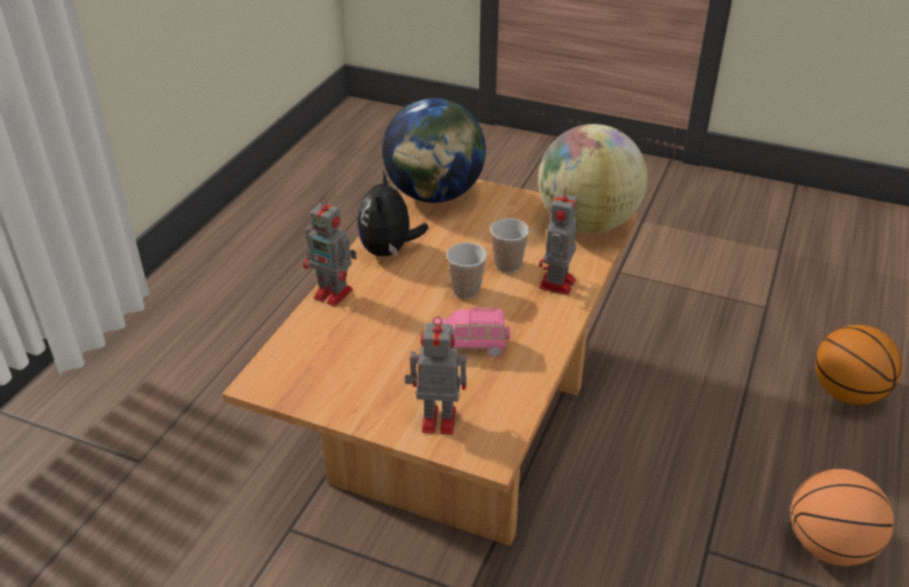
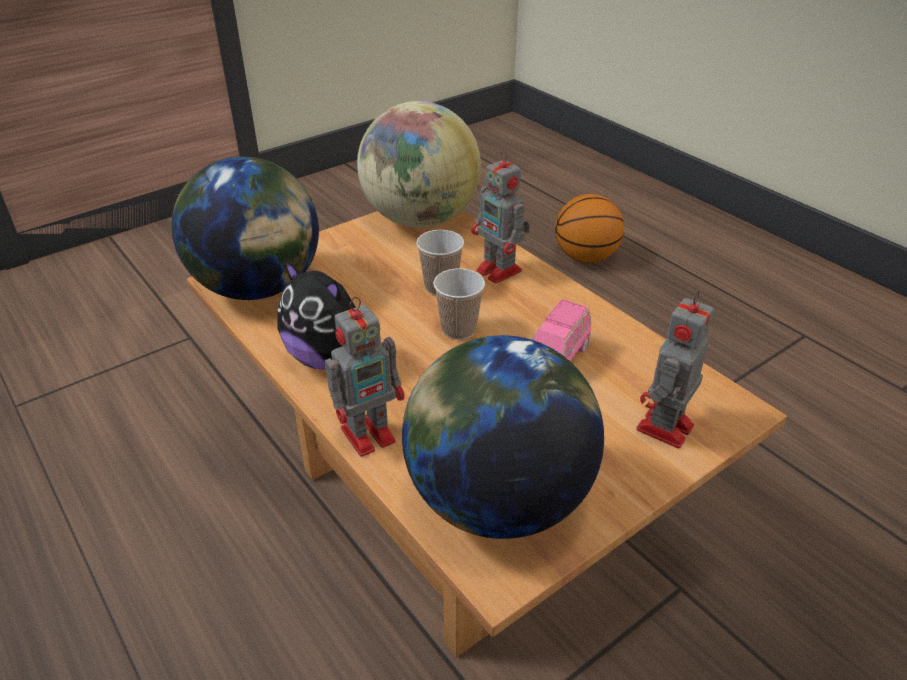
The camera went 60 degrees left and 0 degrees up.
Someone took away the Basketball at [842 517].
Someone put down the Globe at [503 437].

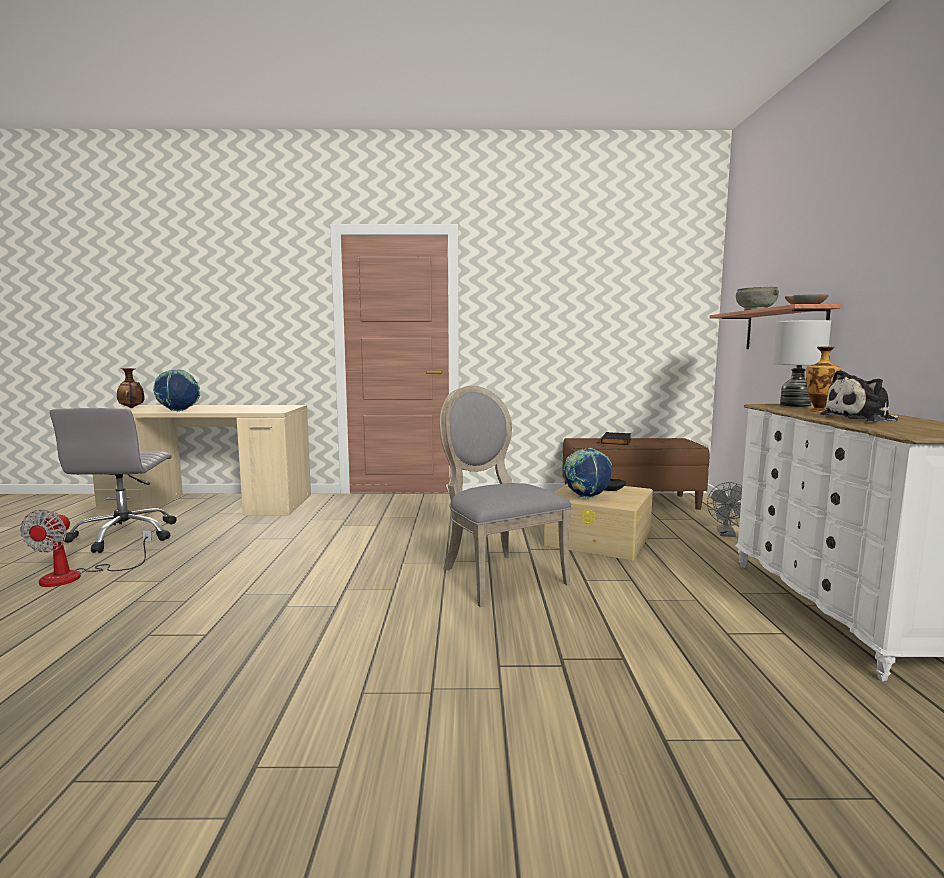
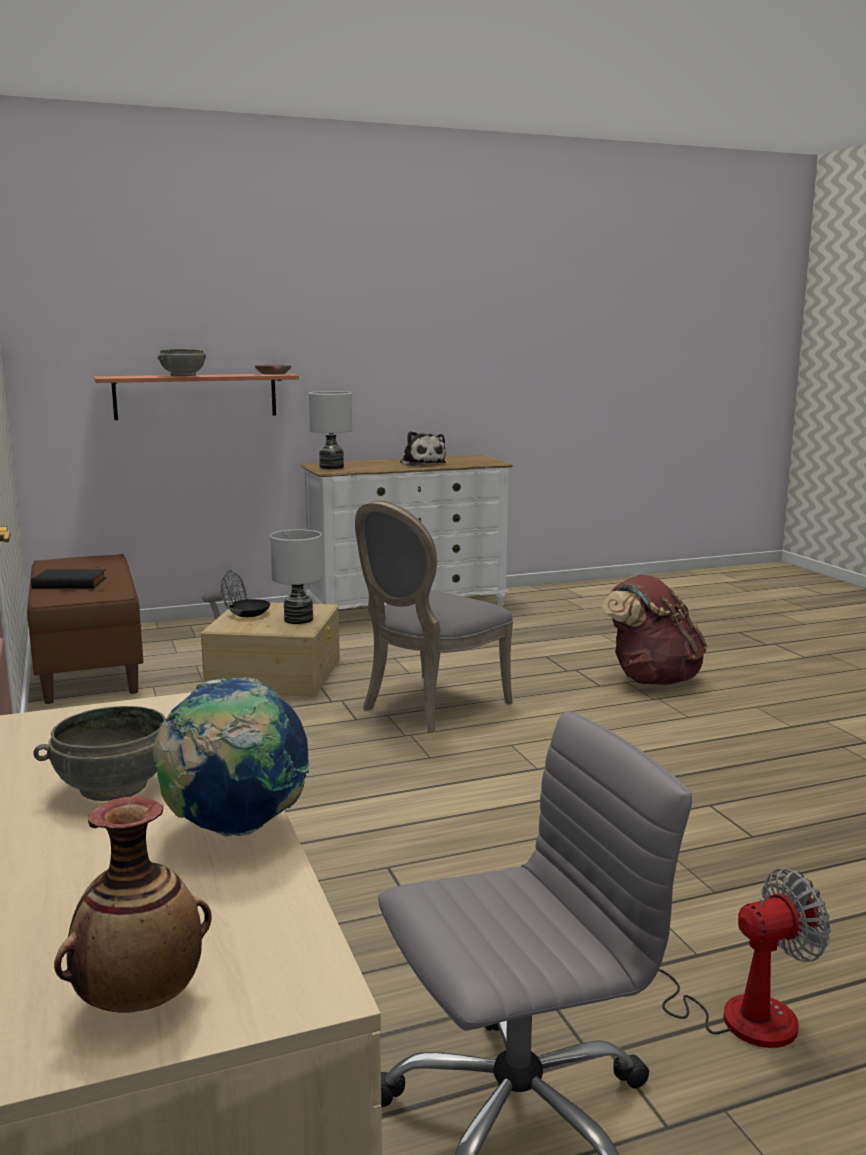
The camera went 110 degrees left and 5 degrees up.
Someone took away the Vase at [823 379].
Someone swapped the Globe at [588 473] for the GreyTableLamp at [296 577].
Someone put down the BrownBackpack at [654 630].
Someone put down the GreyBowl at [100 753].

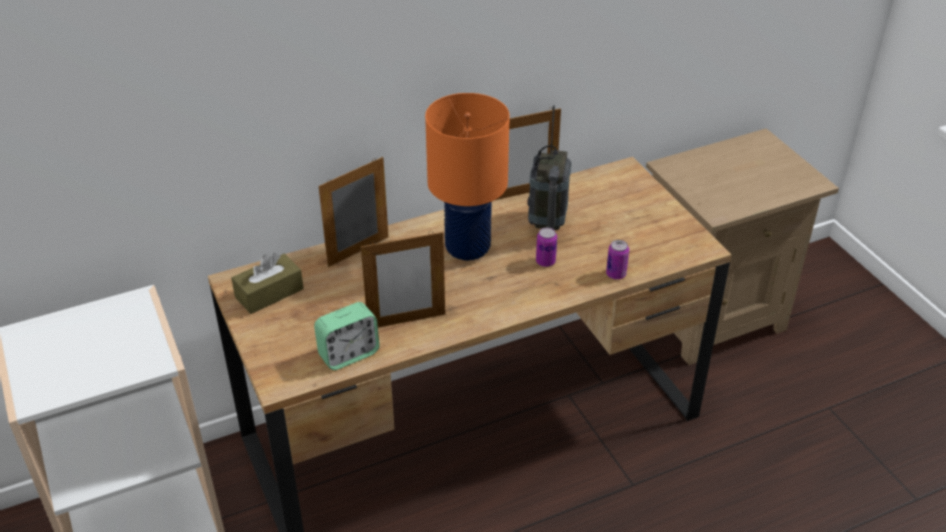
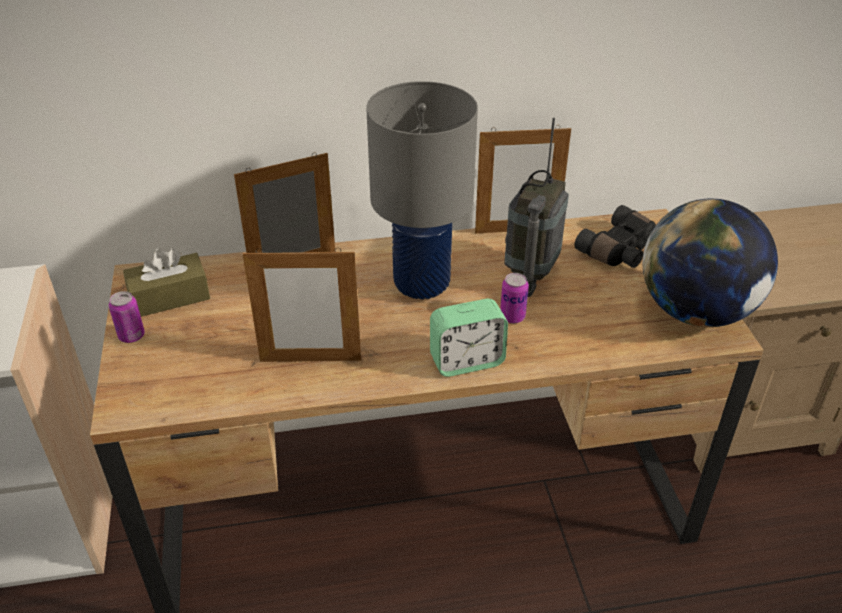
The camera went 15 degrees right and 0 degrees up.
Someone repainted the OrangeTableLamp at [467 177], which became the GreyTableLamp at [422 190].
Someone carried the Can from [617 260] to [127 317].
Someone carried the AlarmClock from [346 336] to [469 338].
Someone put down the Globe at [710 262].
Someone put down the BlackBinoculars at [615 236].

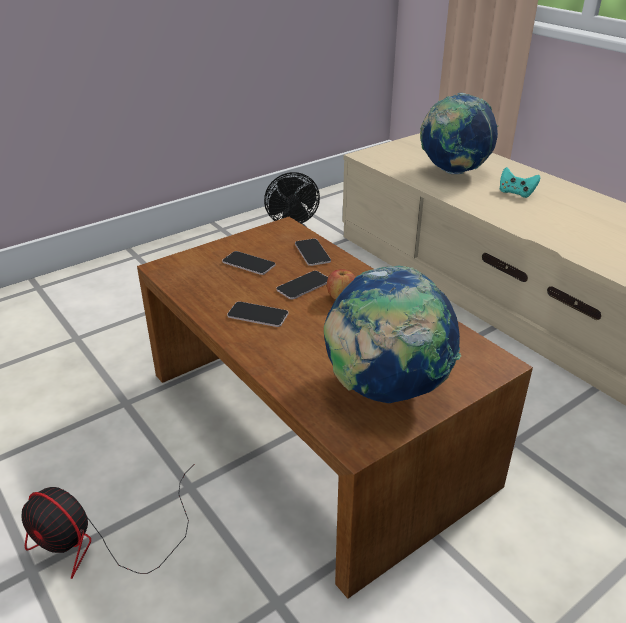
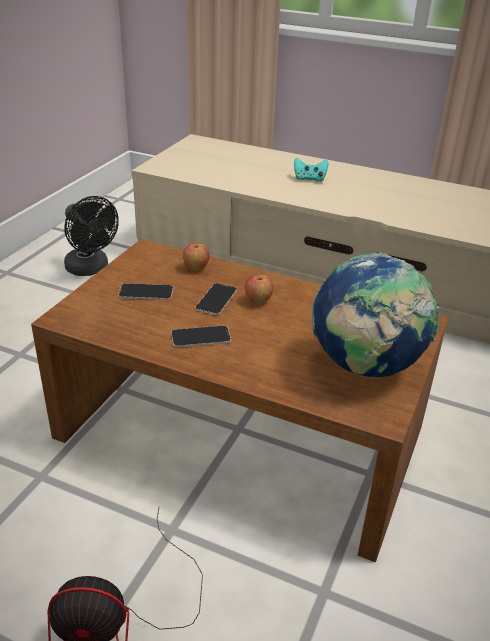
The camera went 30 degrees left and 0 degrees up.
Someone took away the Globe at [459 133].
Someone swapped the Phone at [313 252] for the Apple at [196 257].

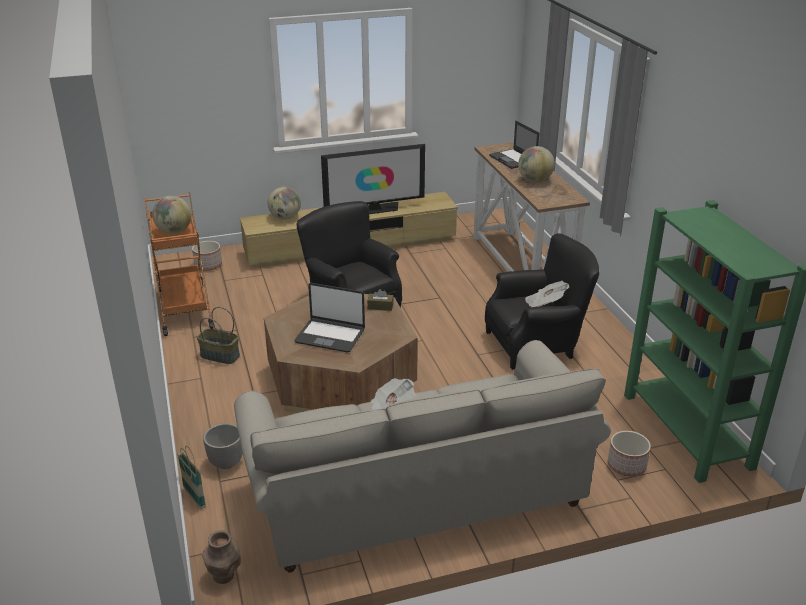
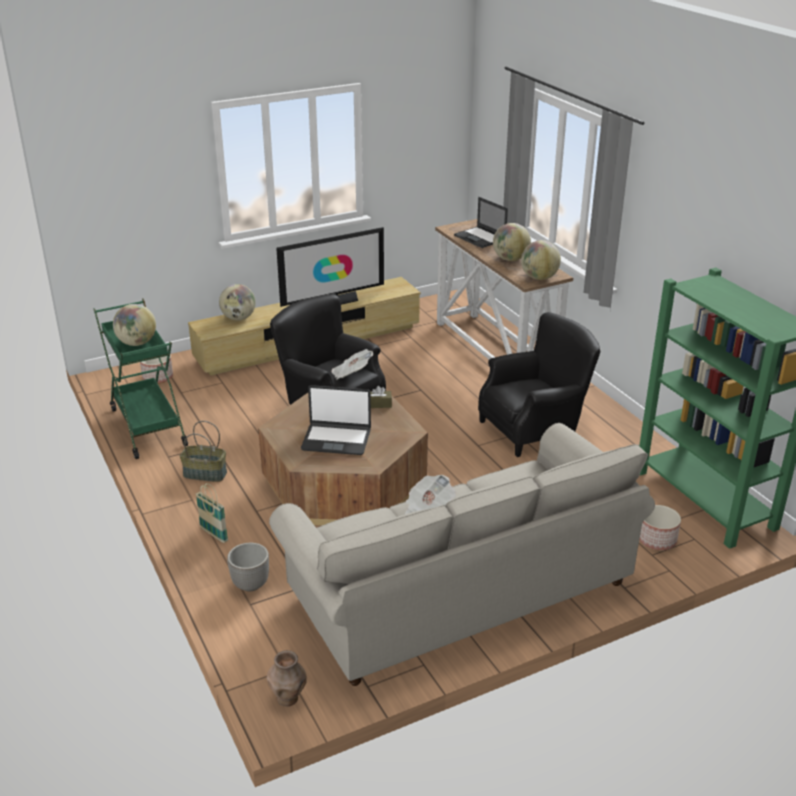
The camera went 10 degrees left and 0 degrees up.
Someone repainted the OrangeCart at [179 264], which became the GreenCart at [140 378].
Someone carried the Newspaper from [547 294] to [352 364].
Someone carried the Basket from [191 477] to [212 513].
Someone put down the Globe at [541 260].

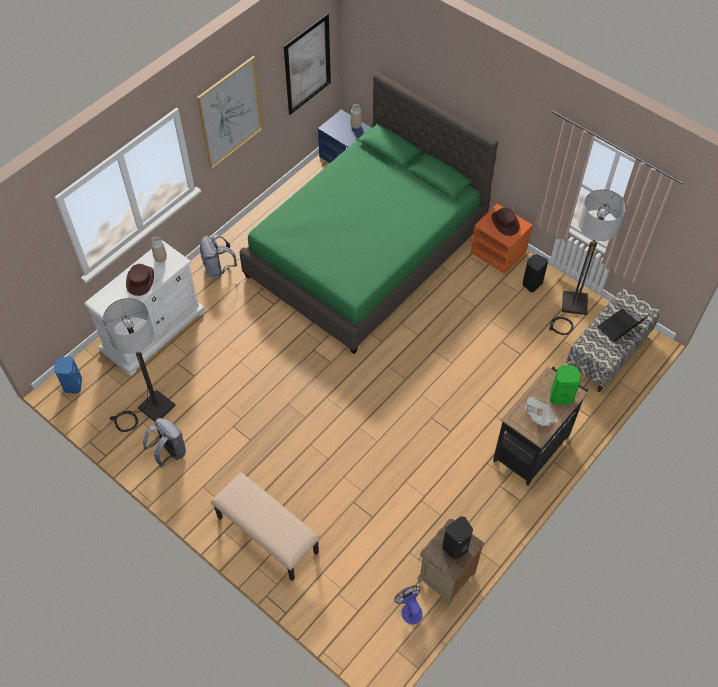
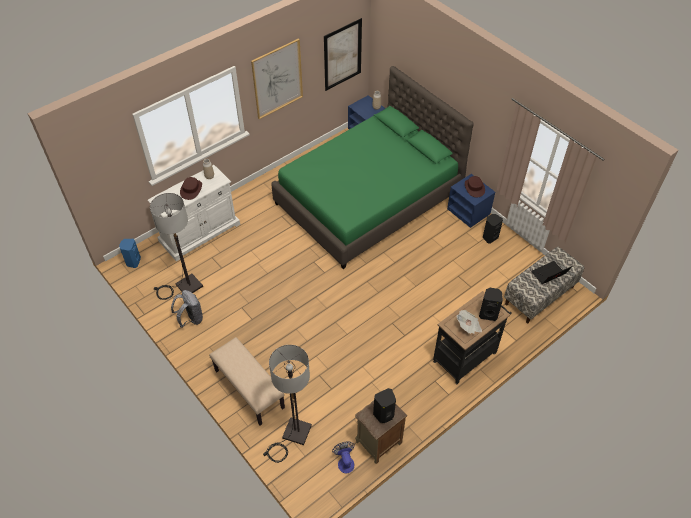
The camera went 10 degrees right and 5 degrees down.
Someone carried the FloorLamp from [587 262] to [287 404].
Someone repainted the OrangeNightstand at [502 239], which became the BlueNightstand at [471 201].
Someone took away the GreyBackpack at [218 256].
Someone repainted the GreenSpeaker at [565 384], which became the BlackSpeaker at [491 304].

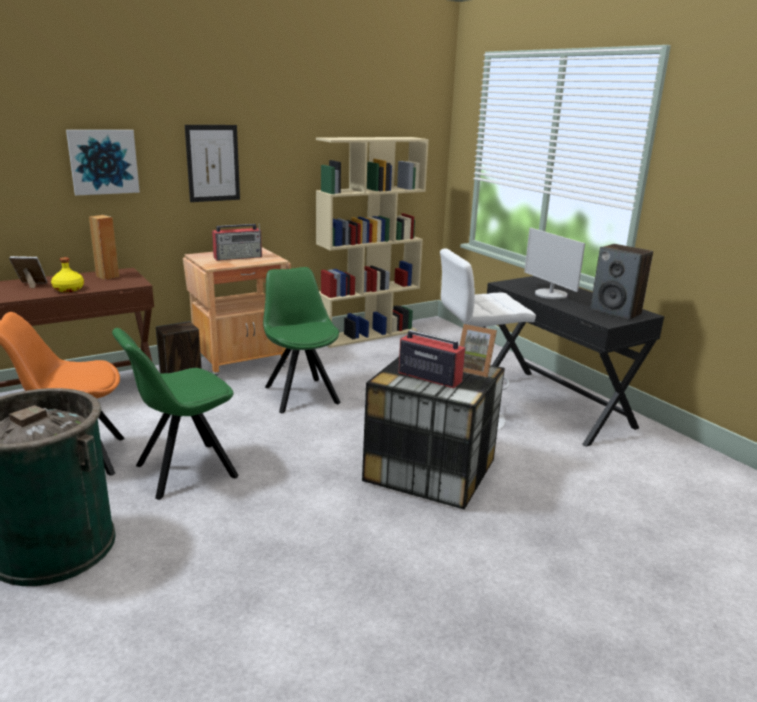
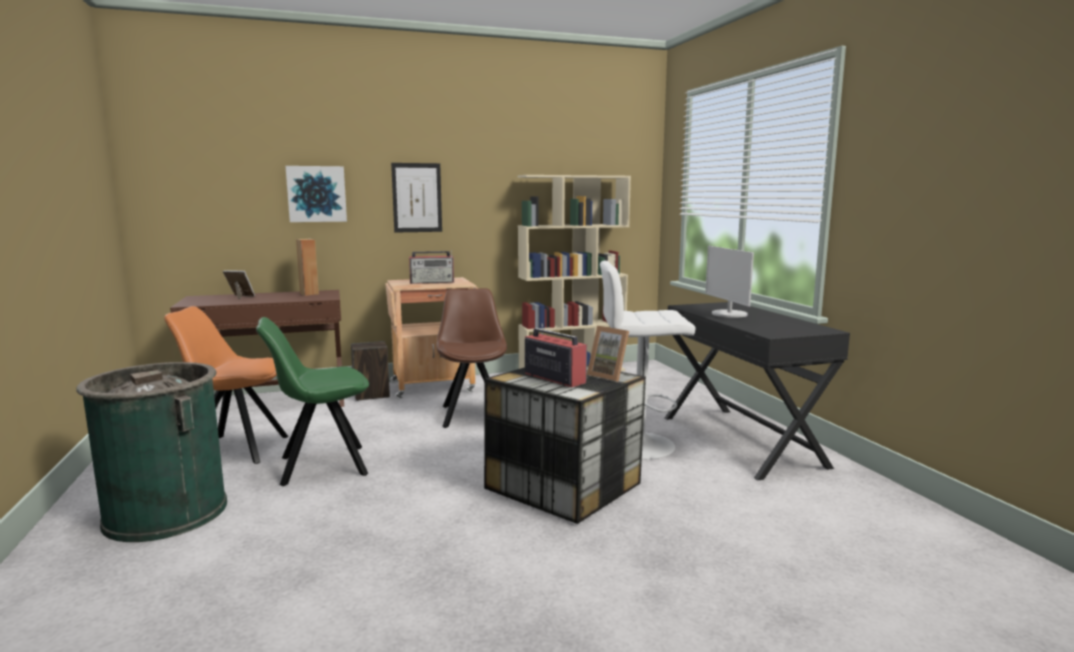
The camera went 15 degrees right and 10 degrees down.
Someone took away the Speaker at [621 282].
Someone took away the YellowBottle at [67 274].
Someone repainted the GreenChair at [302 340], which became the BrownChair at [471 358].

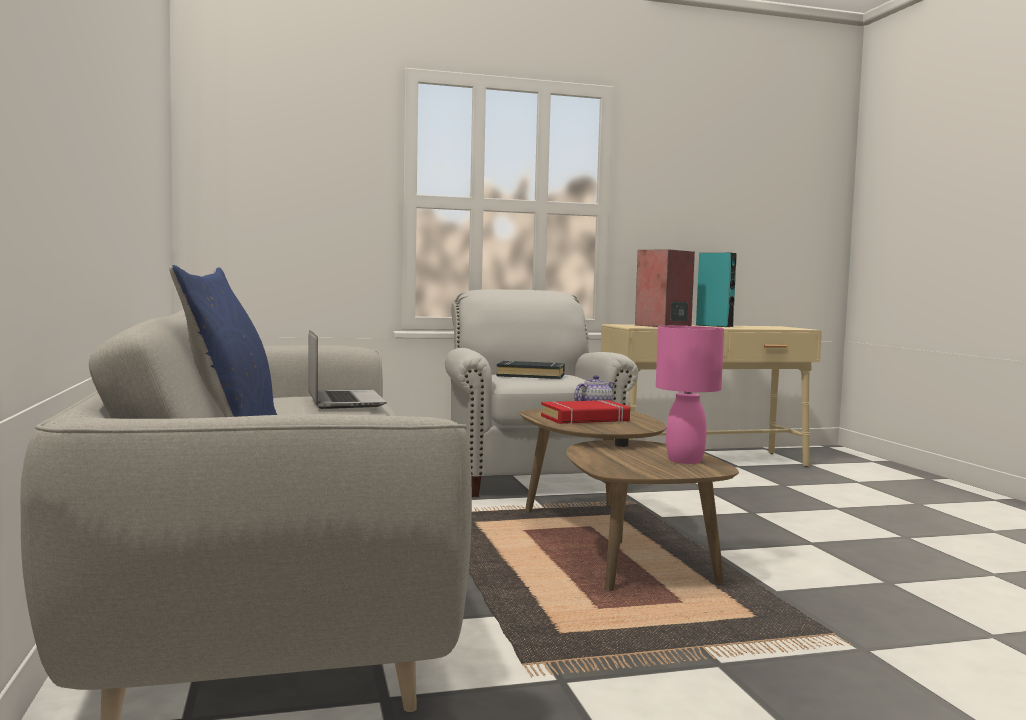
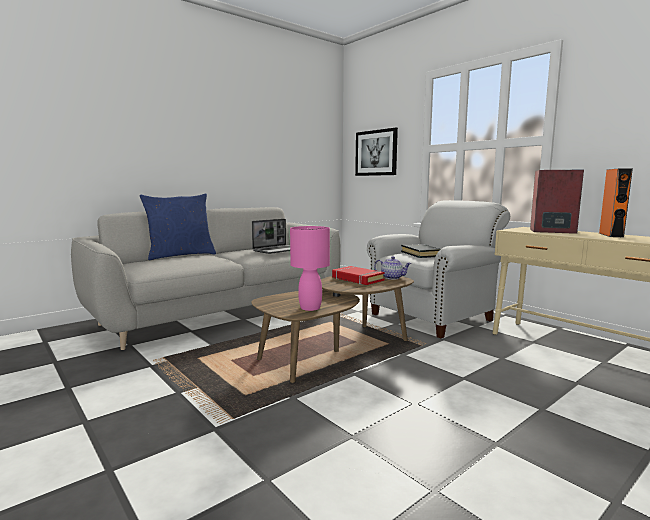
The camera went 65 degrees right and 5 degrees up.
Someone repainted the TurquoiseSpeaker at [716 290], which became the OrangeSpeaker at [616 202].
Someone put up the Picture at [376 152].

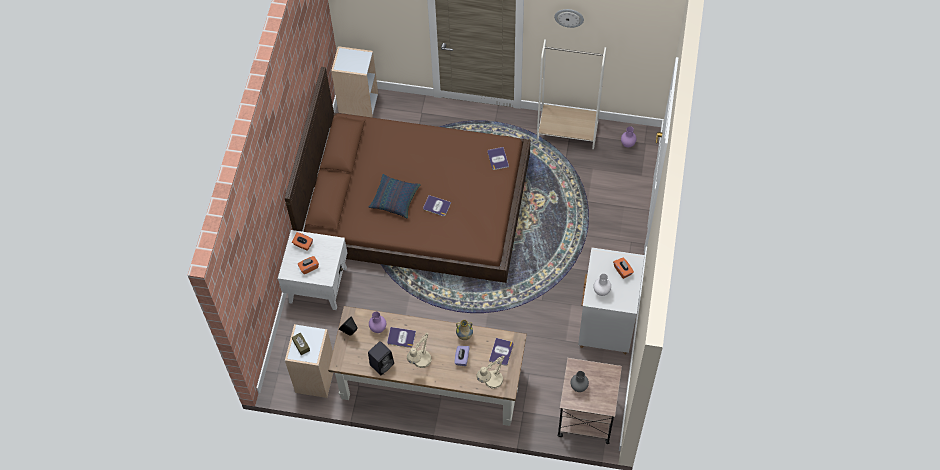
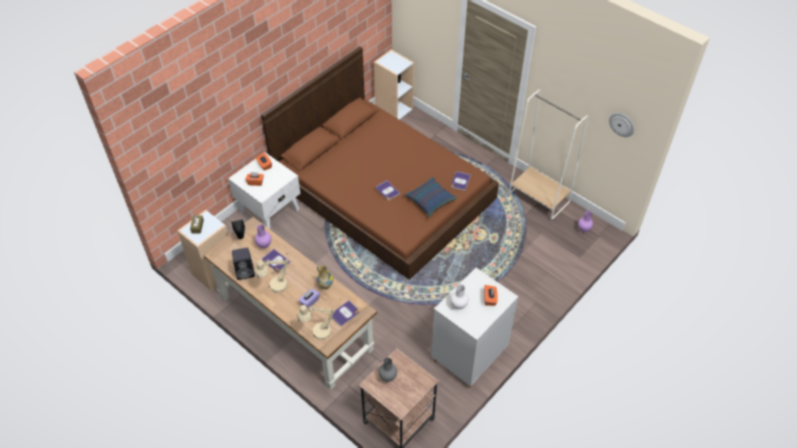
The camera went 30 degrees right and 10 degrees down.
Someone carried the WallClock from [569 18] to [621 125].
Someone carried the BluePillow from [395 196] to [431 197].

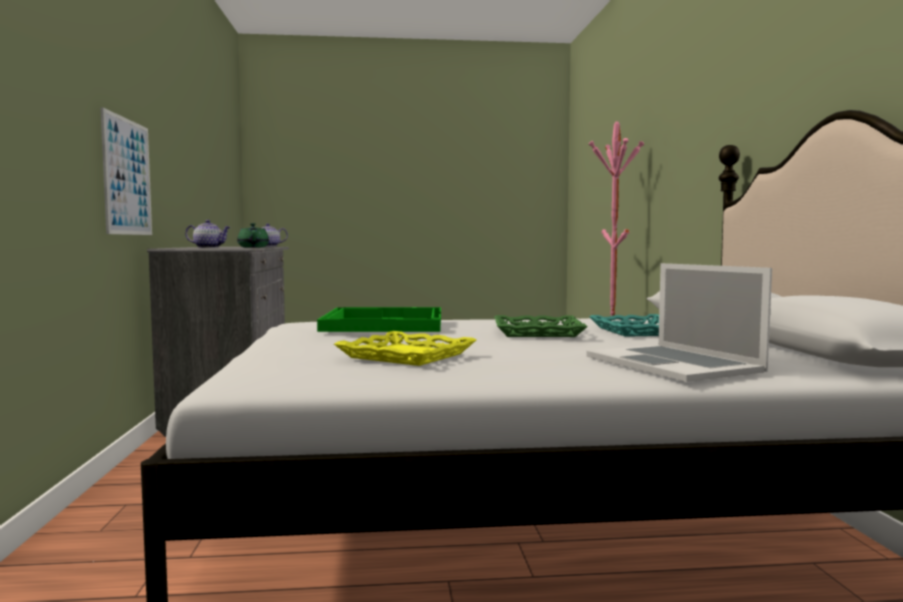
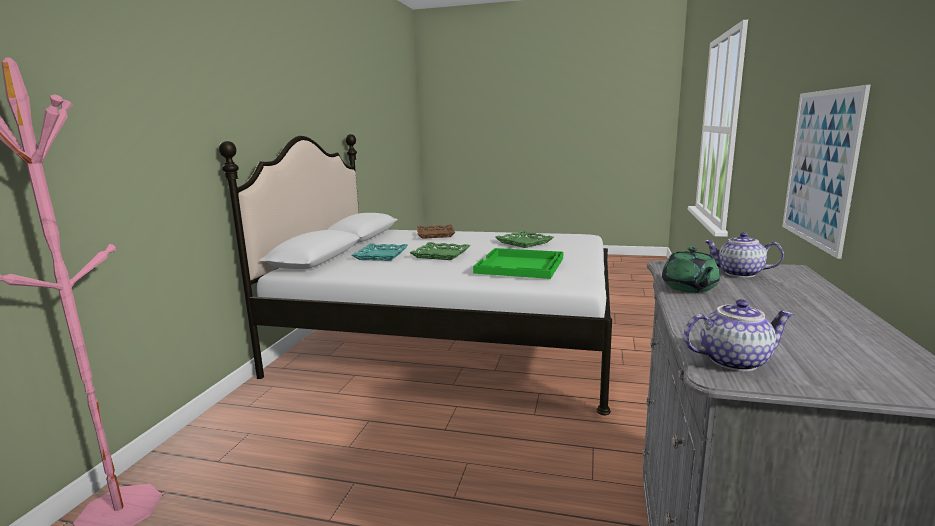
The camera went 160 degrees left and 10 degrees up.
Someone swapped the Laptop at [679 322] for the BrownTray at [436 231].
Someone repainted the YellowTray at [405 348], which became the GreenTray at [524 239].

